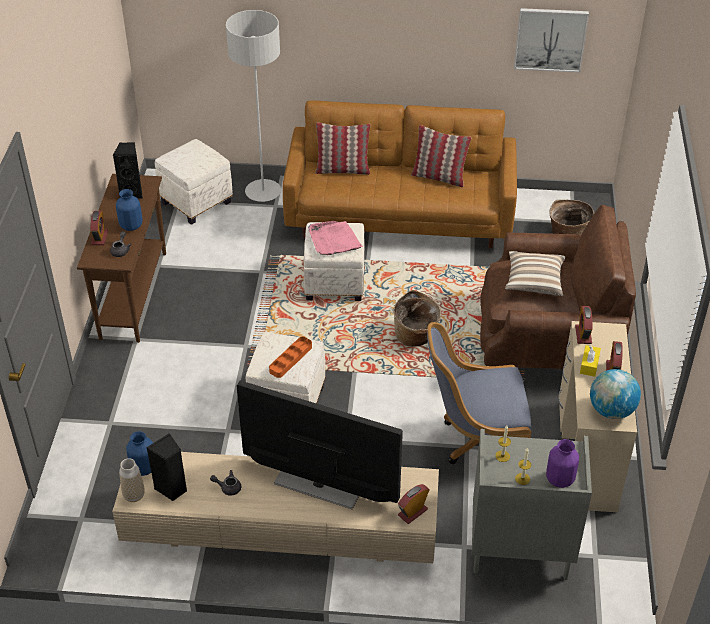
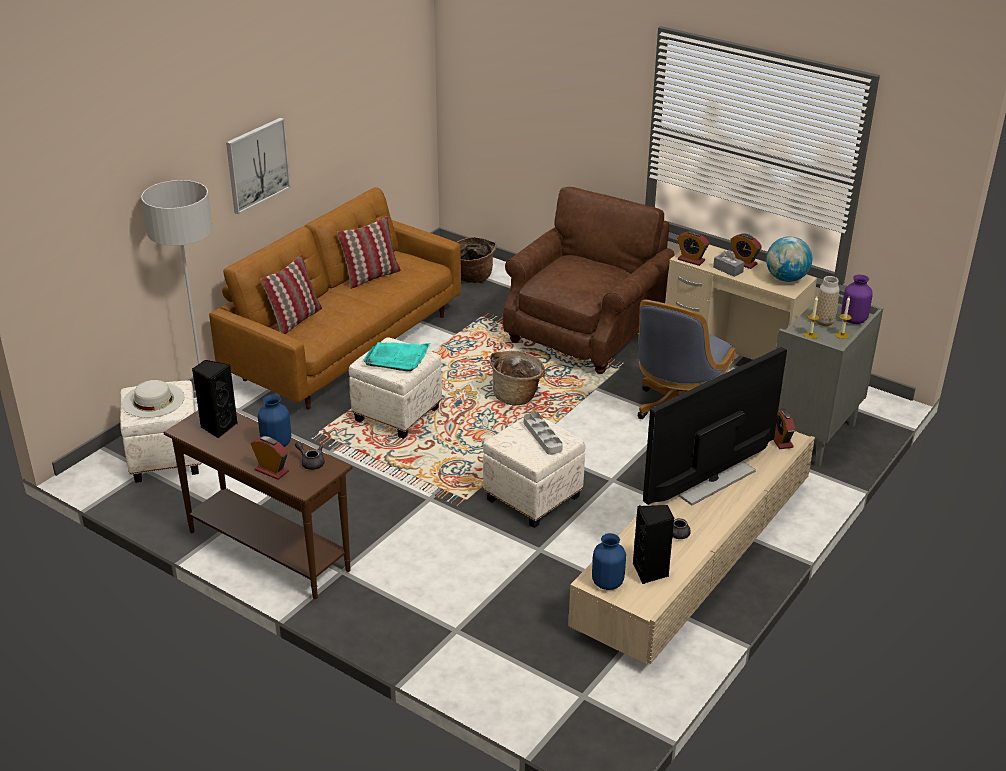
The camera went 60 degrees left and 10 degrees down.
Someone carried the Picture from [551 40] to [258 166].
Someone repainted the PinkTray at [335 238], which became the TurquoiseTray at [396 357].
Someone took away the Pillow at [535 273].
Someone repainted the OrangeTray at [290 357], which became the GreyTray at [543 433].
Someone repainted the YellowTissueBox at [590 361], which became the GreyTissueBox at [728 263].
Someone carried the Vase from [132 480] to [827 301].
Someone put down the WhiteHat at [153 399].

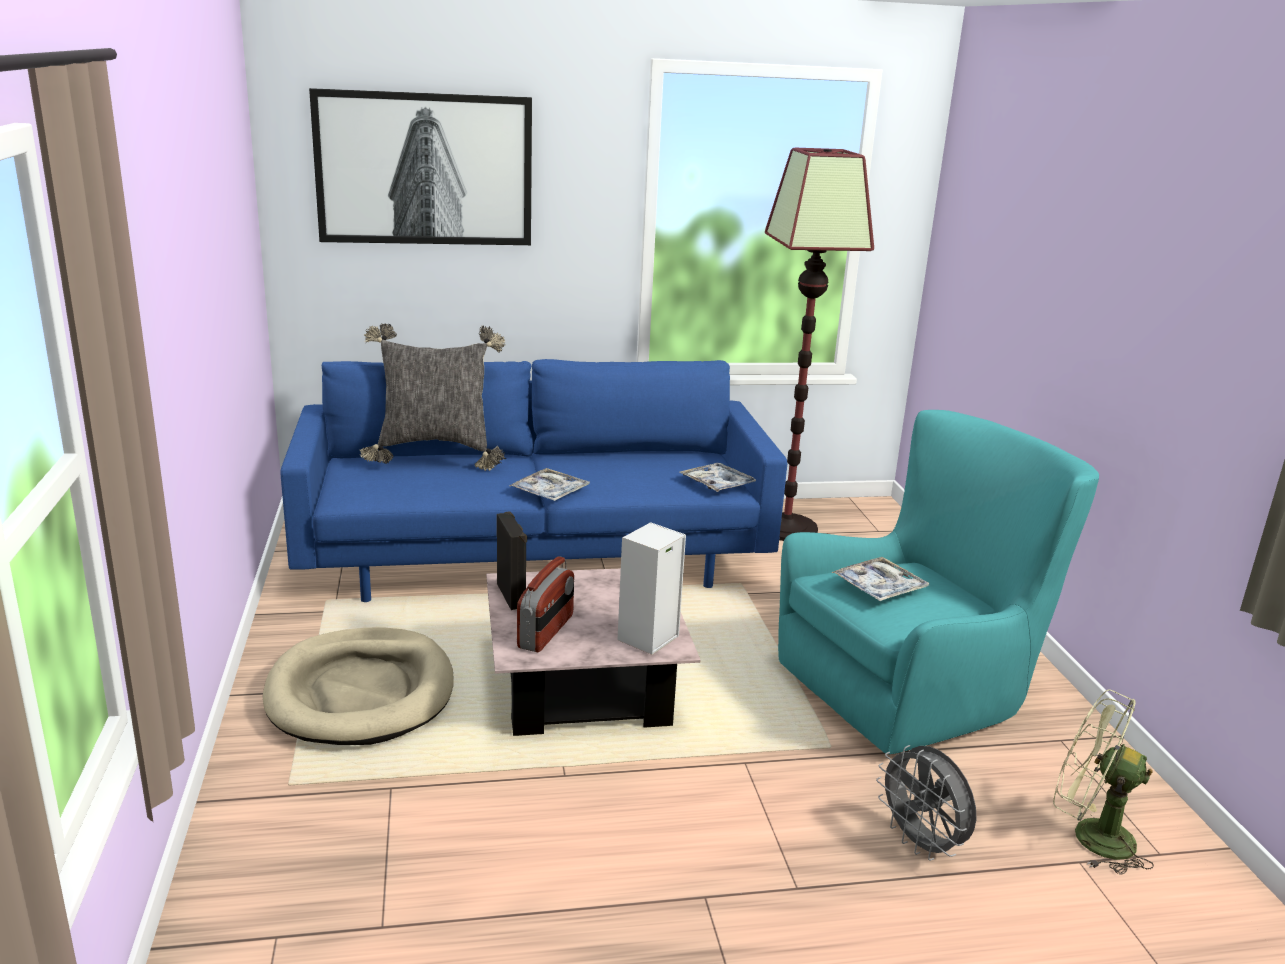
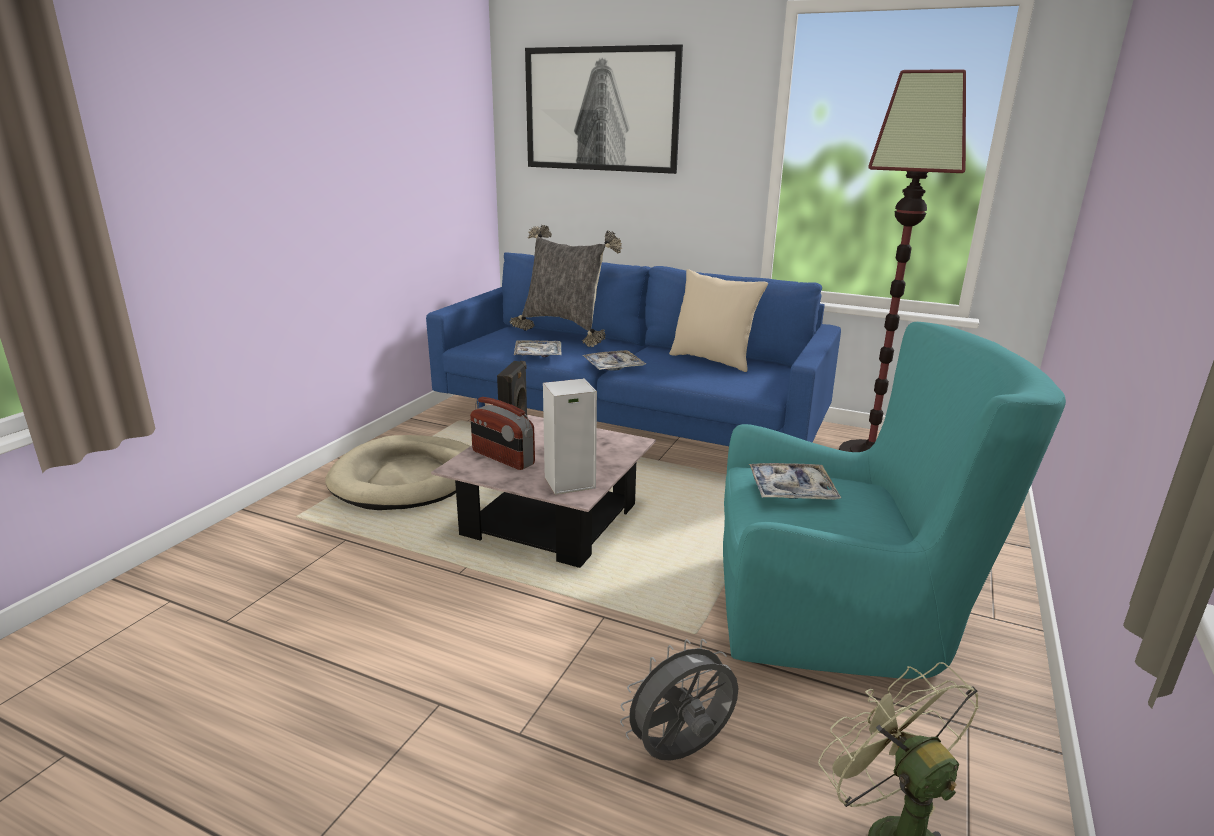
The camera went 35 degrees right and 0 degrees up.
Someone carried the Tray from [718 477] to [537 349].
Someone rotated the Radio at [545 604] by 75 degrees clockwise.
Someone rotated the GreyFan at [926 803] by 60 degrees clockwise.
Someone put down the BeigePillow at [718 320].

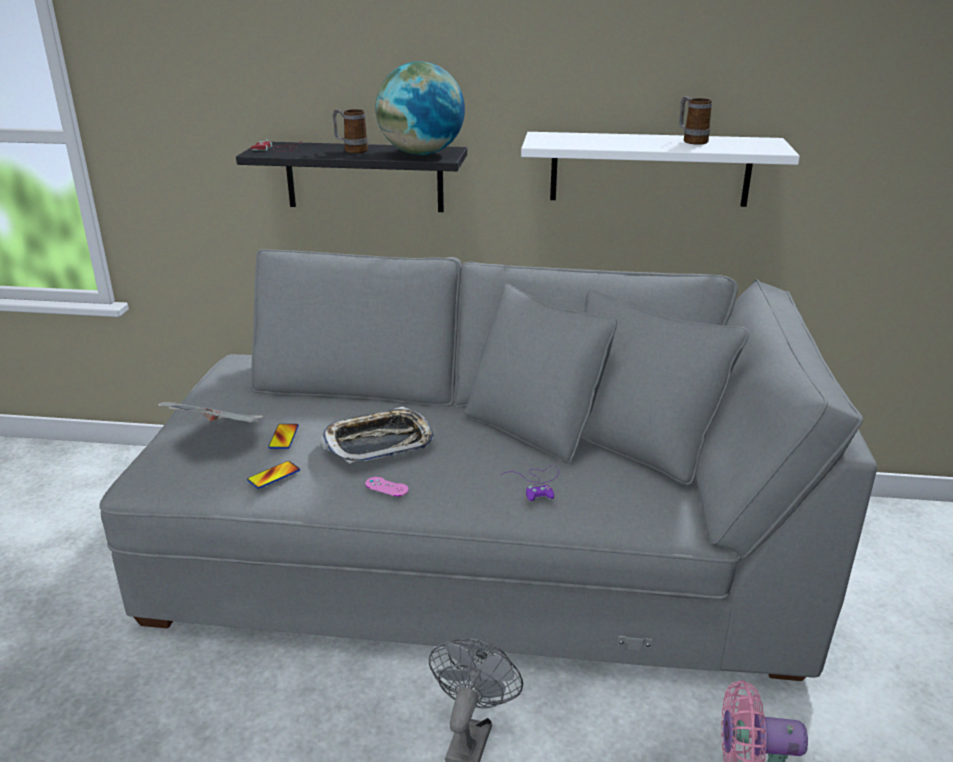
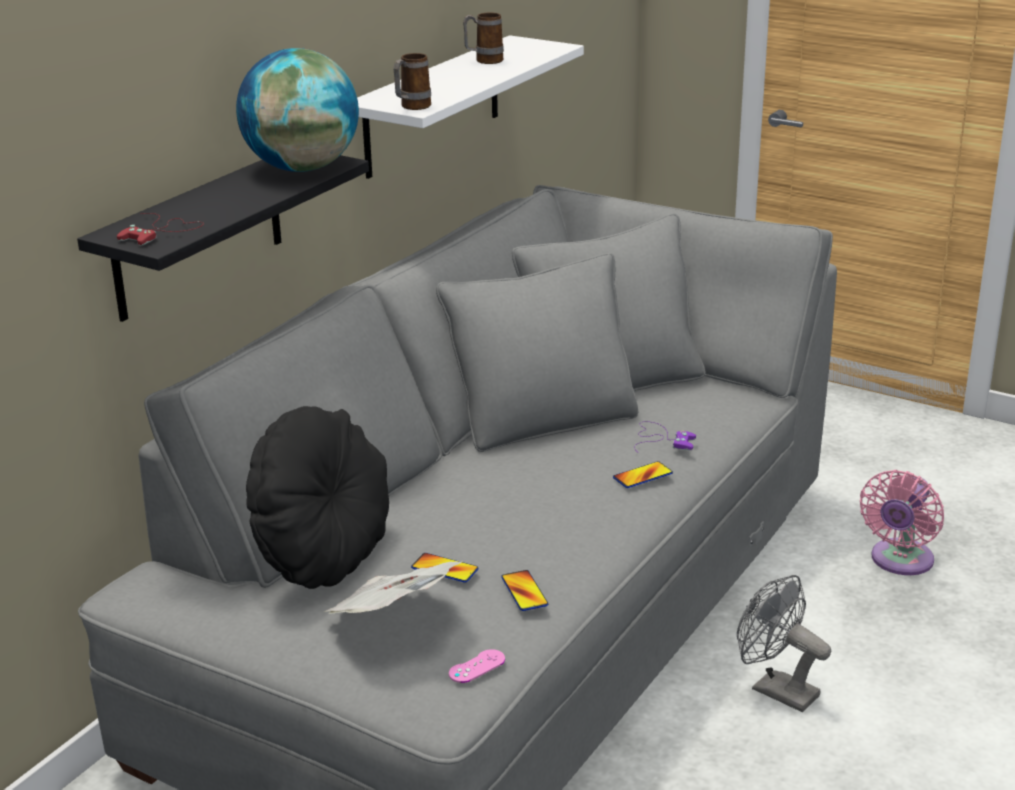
The camera went 65 degrees left and 0 degrees up.
Someone carried the Mug from [350 131] to [412 81].
Someone took away the Tray at [377 435].
Someone carried the PinkGameController from [387 486] to [477 666].
Someone put down the BlackPillow at [317 497].
Someone put down the Phone at [643 474].

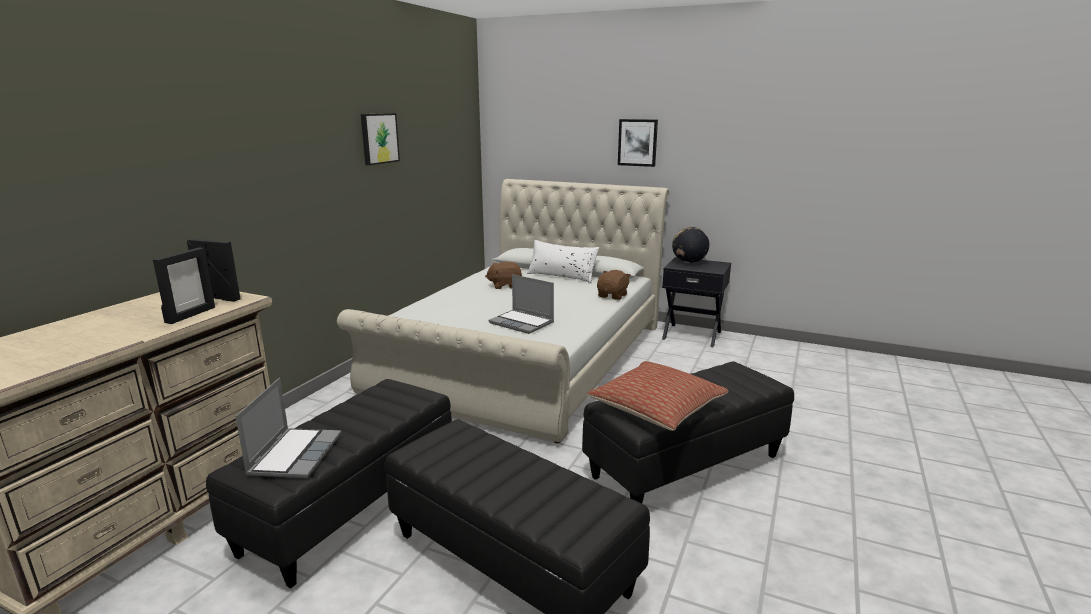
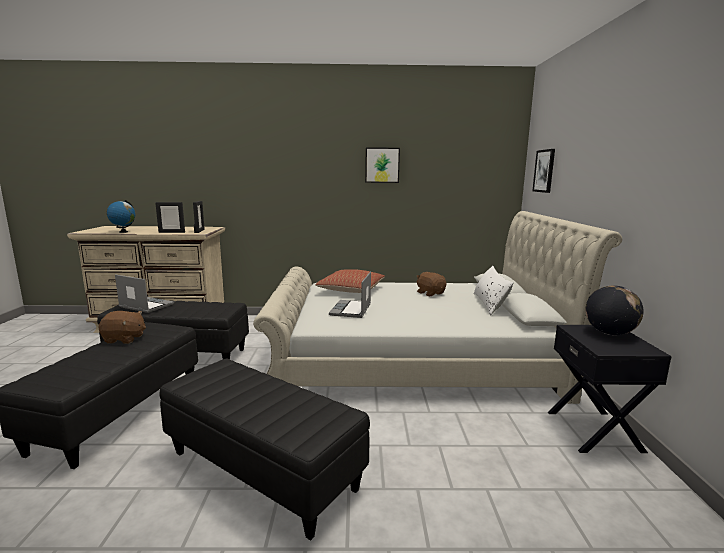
The camera went 65 degrees right and 5 degrees down.
Someone carried the Picture from [638 143] to [543 171].
Someone carried the BrownPlushToy from [614 285] to [122 327].
Someone carried the Pillow from [658 396] to [350 281].
Someone rotated the Laptop at [288 428] by 135 degrees counterclockwise.
Someone put down the Globe at [121 216].

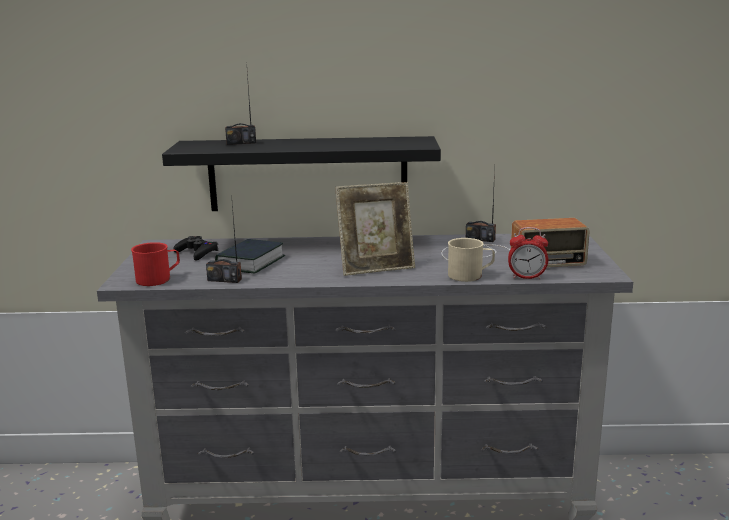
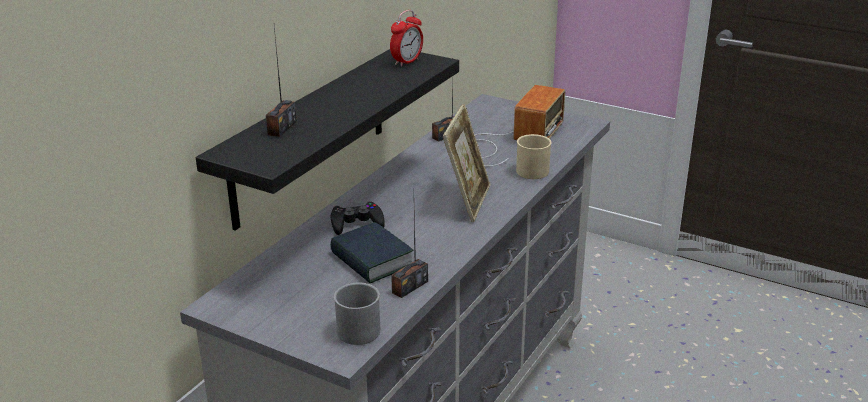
The camera went 60 degrees left and 10 degrees up.
Someone carried the AlarmClock from [528 253] to [406 38].
Someone carried the BlackGameController from [196 248] to [358 218].
Someone repainted the RedMug at [155 264], which became the GreyMug at [357 313].

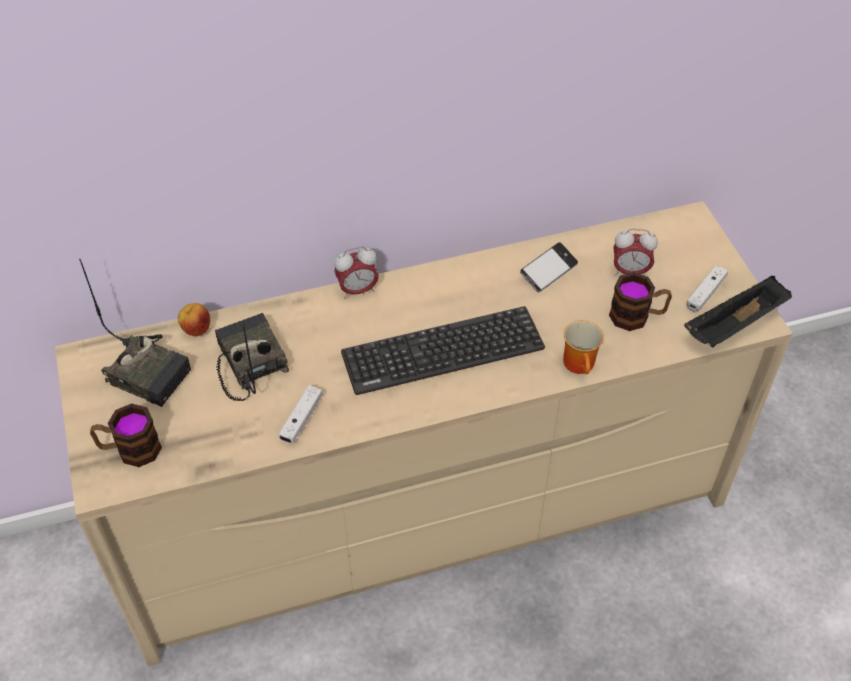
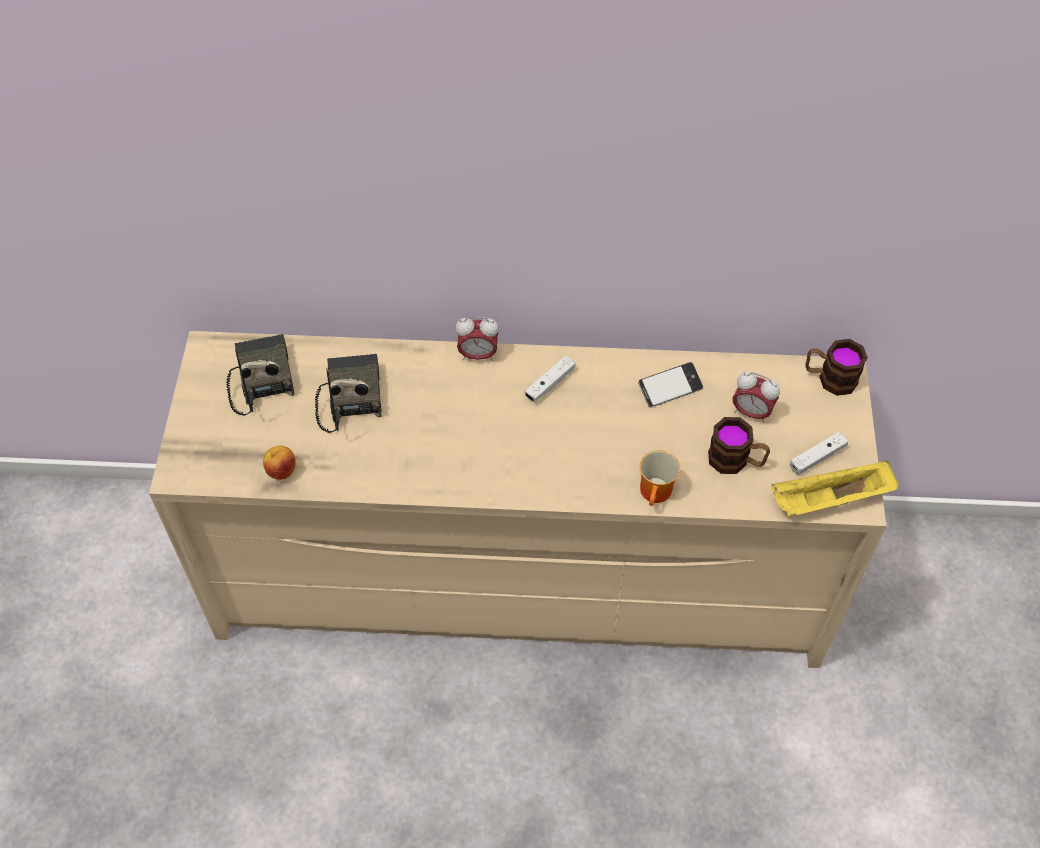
The camera went 20 degrees right and 5 degrees up.
Someone rotated the Radio at [135 333] by 150 degrees counterclockwise.
Someone repainted the BlackTray at [738 312], which became the YellowTray at [834 488].
Someone carried the Apple from [194 319] to [279 463].
Someone took away the Keyboard at [443 350].
Someone carried the WhiteGameController from [300 414] to [550 379].
Someone carried the Mug from [126 435] to [836 367].

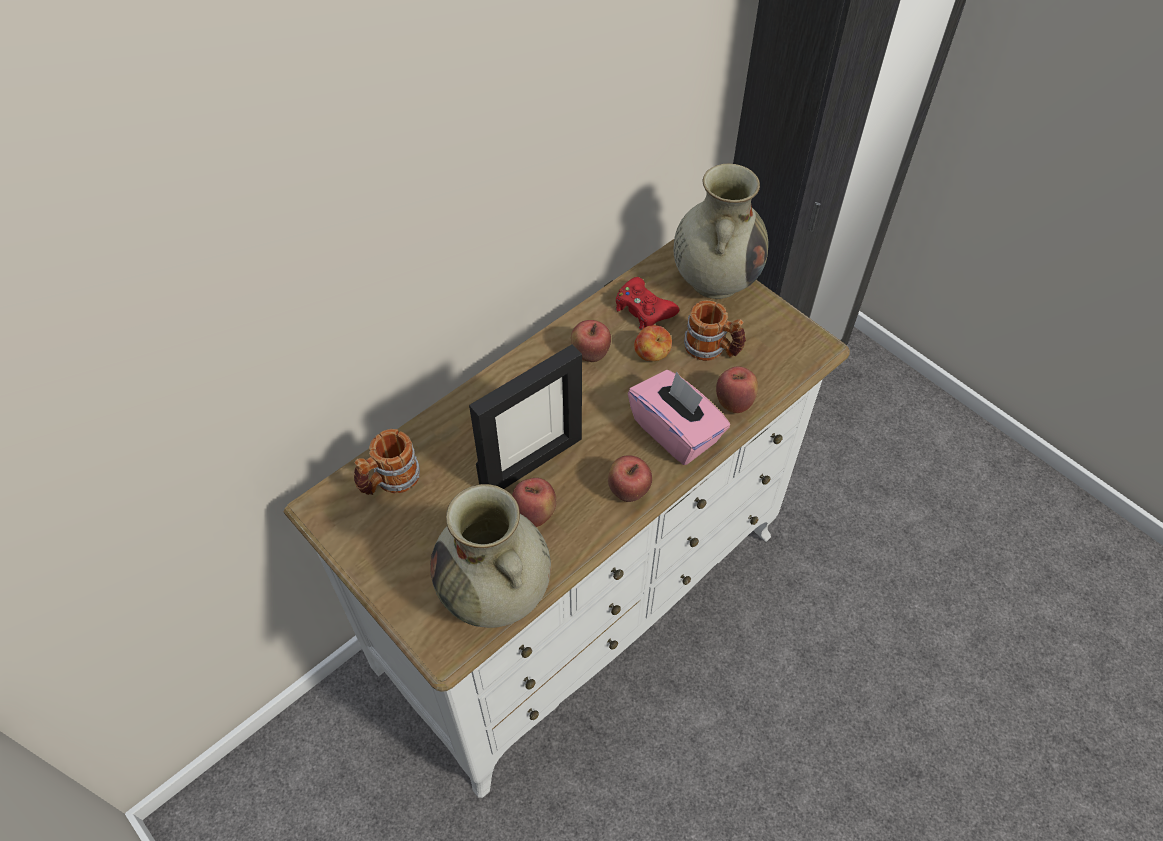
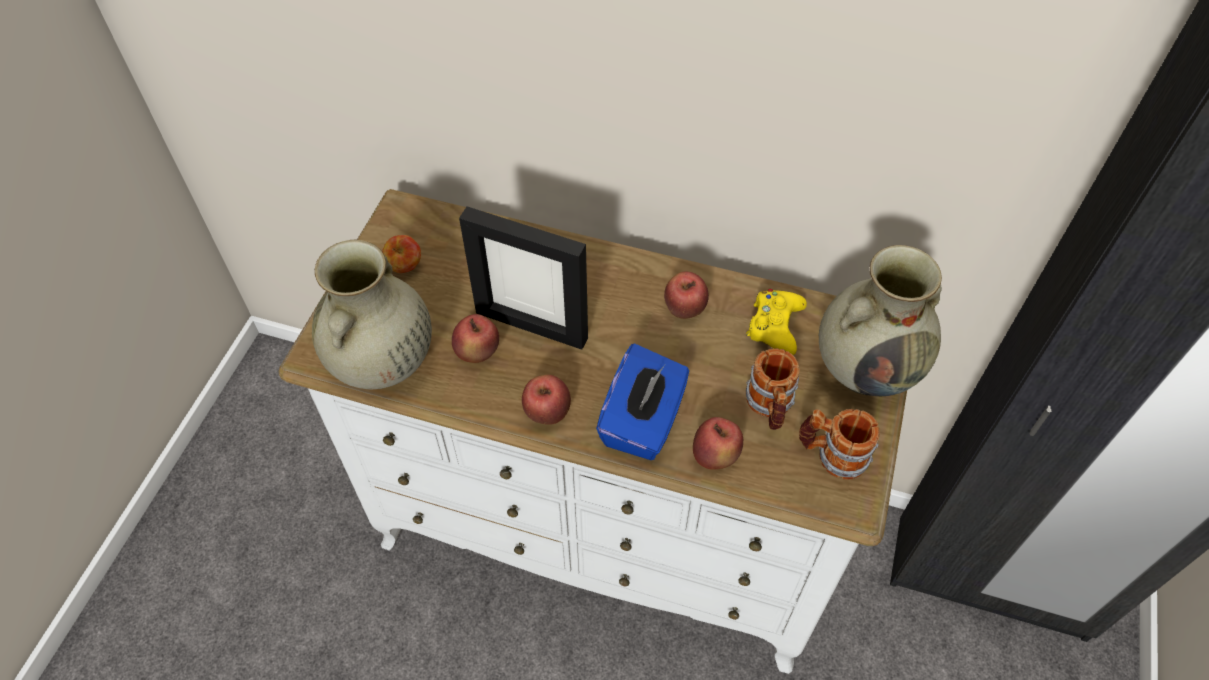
The camera went 60 degrees right and 0 degrees up.
Someone repainted the RedGameController at [647 303], which became the YellowGameController at [776 322].
Someone carried the Apple from [653 343] to [401 254].
Someone repainted the PinkTissueBox at [679 417], which became the BlueTissueBox at [642 401].
Someone carried the Mug from [387 462] to [839 444].

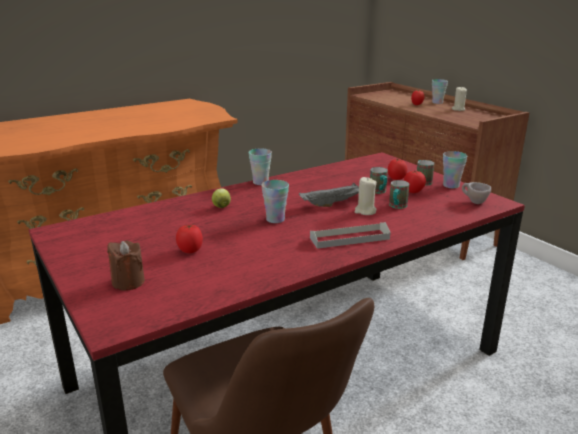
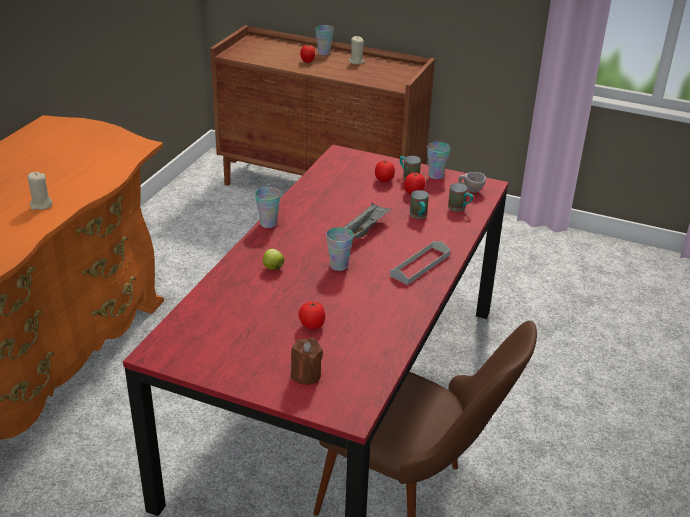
The camera went 35 degrees left and 10 degrees up.
Someone carried the Mug from [379 180] to [460 197].
Someone carried the BeigeCandle from [365 196] to [40 191].

